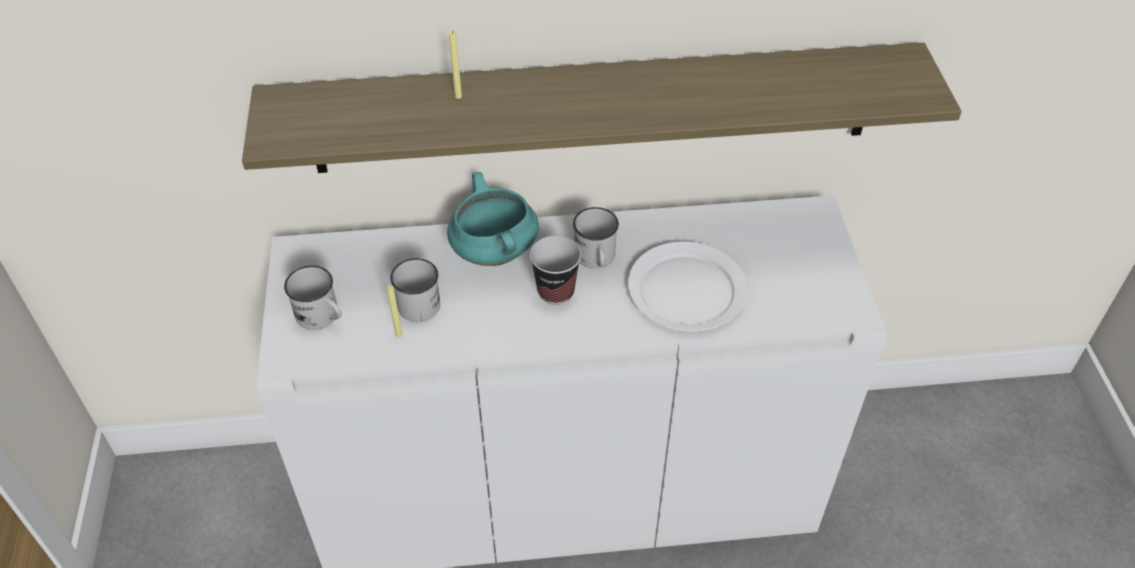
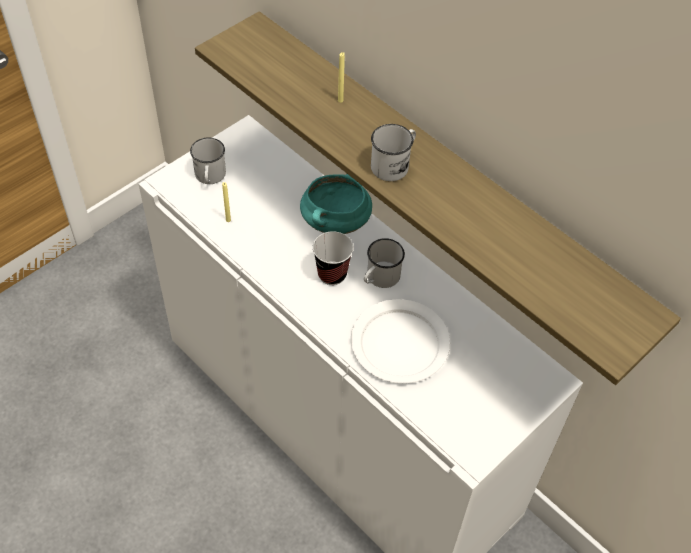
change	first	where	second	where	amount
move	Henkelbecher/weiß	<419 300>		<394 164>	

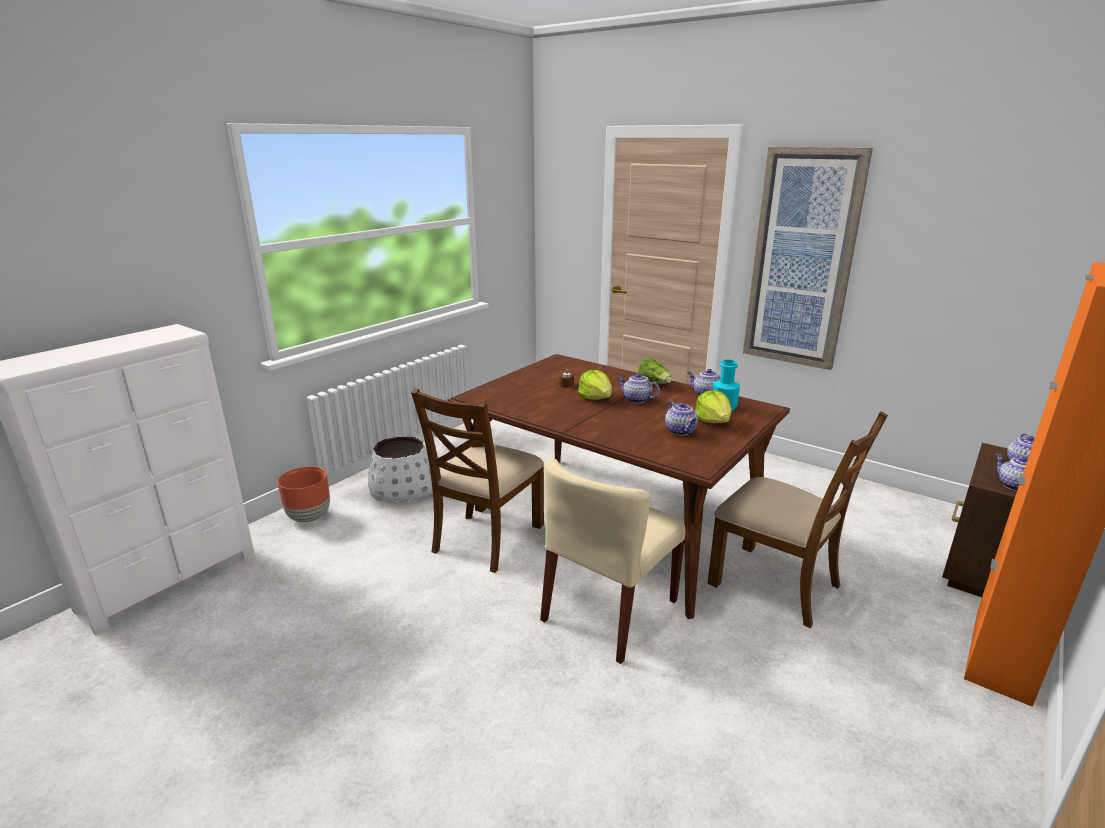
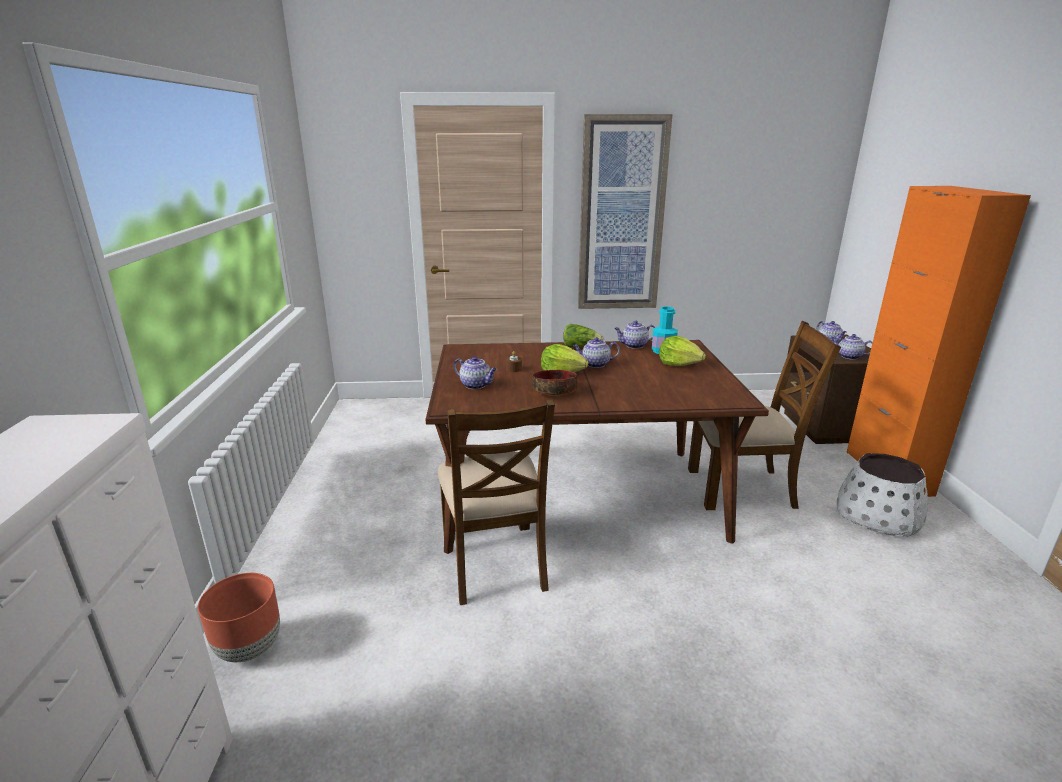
change	first	where	second	where	amount
move	Teekanne	<681 431>		<476 385>	
insert			Schüssel	<555 391>	
move	Pflanzkübel/weiß	<403 489>		<877 516>	
delete	Stuhl/beige	<610 611>			

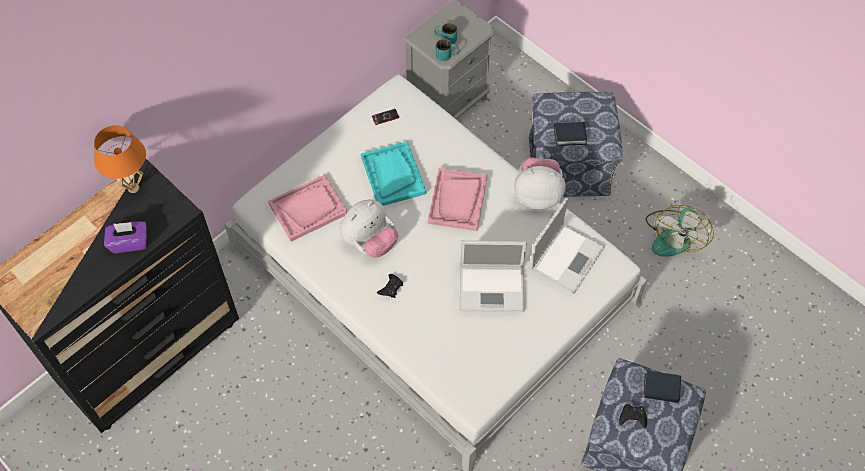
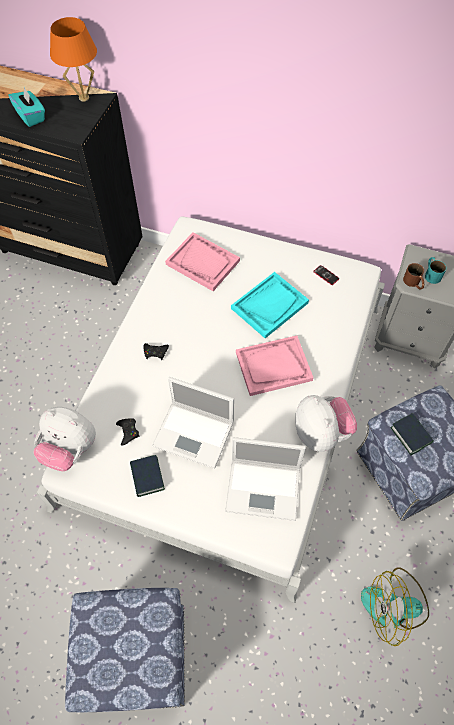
change	first	where	second	where	amount
recolor	Taschentuchbox/lila	<129 242>	Taschentuchbox/türkis	<31 116>	
move	Plüschtier	<369 242>		<70 448>	
move	Gamepad/schwarz	<633 417>		<128 432>	
move	Buch	<661 389>		<147 477>	
rotate	Laptop	<493 288>		<195 434>	45 degrees counterclockwise
recolor	Henkelbecher/türkis	<447 54>	Henkelbecher/braun	<413 283>	

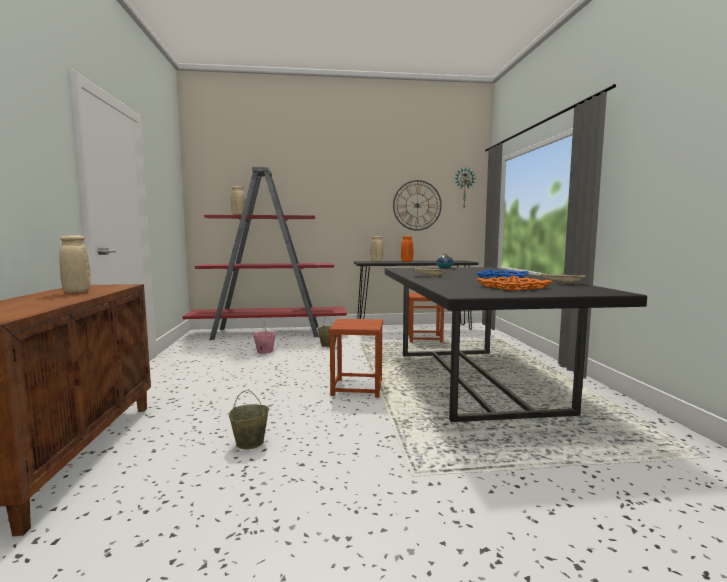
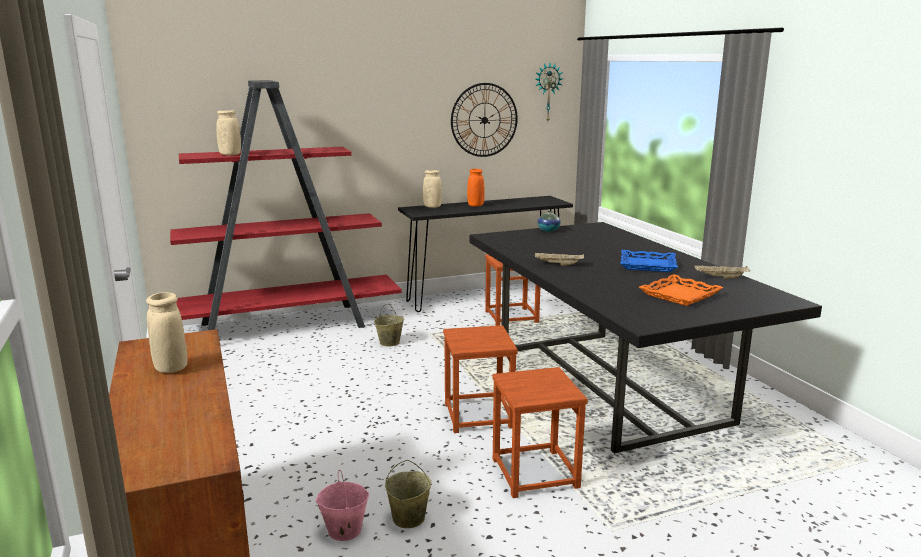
change	first	where	second	where	amount
move	Eimer/rosa	<264 351>		<344 530>	
insert			Hocker/braun	<534 473>	

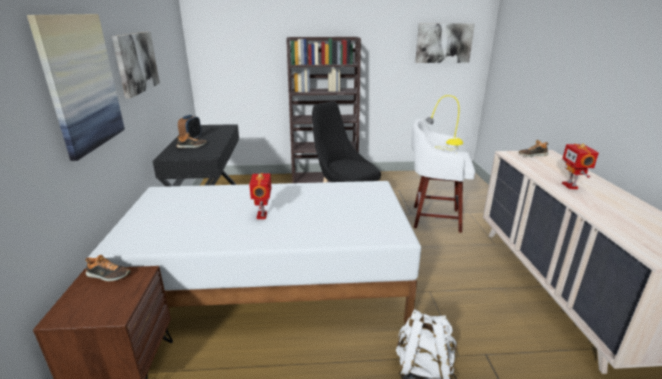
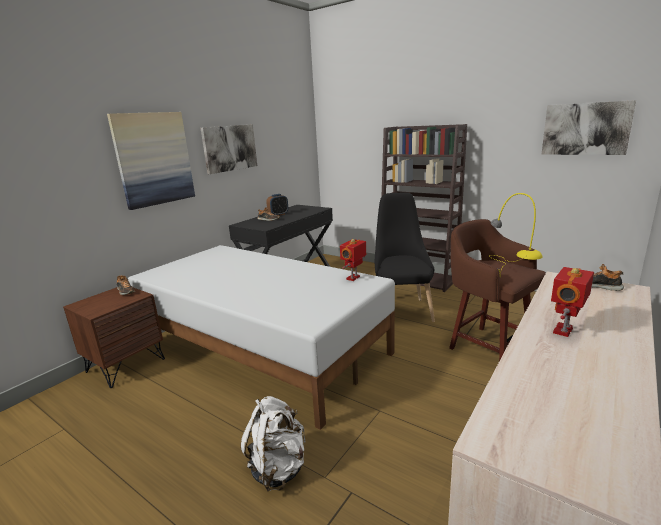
change	first	where	second	where	amount
move	Spielzeugroboter	<263 215>		<354 278>	
recolor	Hocker/weiß	<433 218>	Hocker/braun	<487 347>	

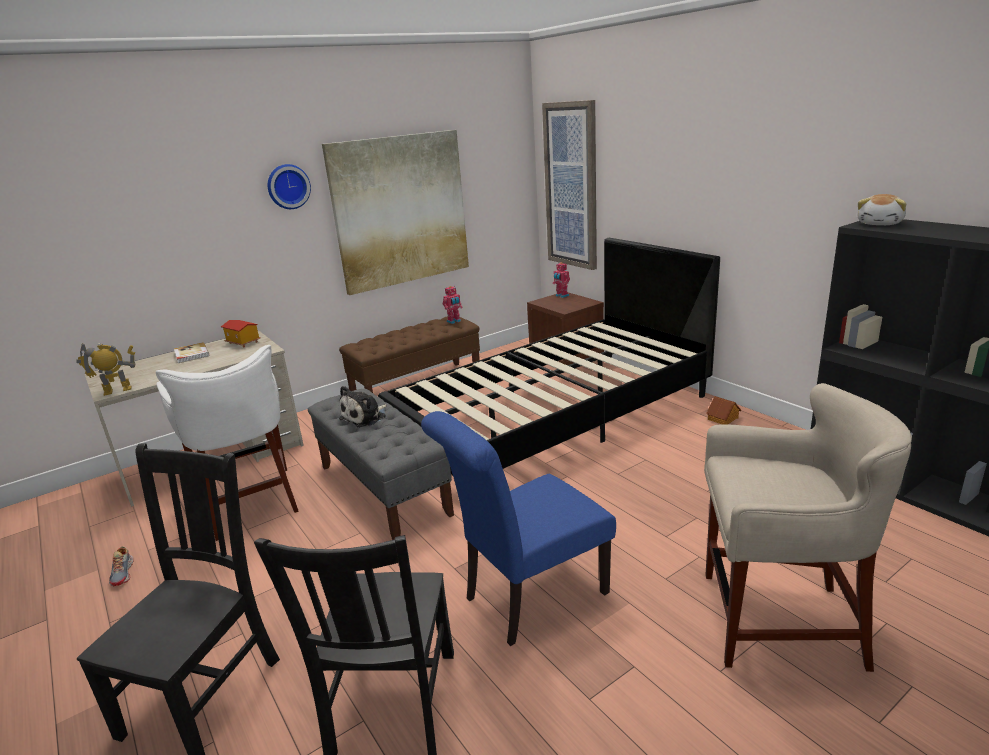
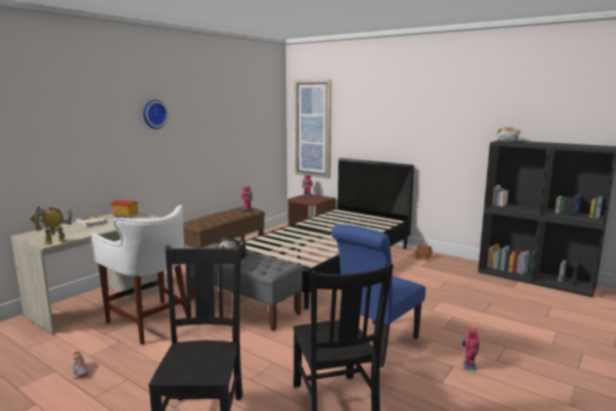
change	first	where	second	where	amount
insert			Spielzeugroboter	<468 365>	
delete	Bild	<400 211>			
delete	Hocker/beige	<778 621>			

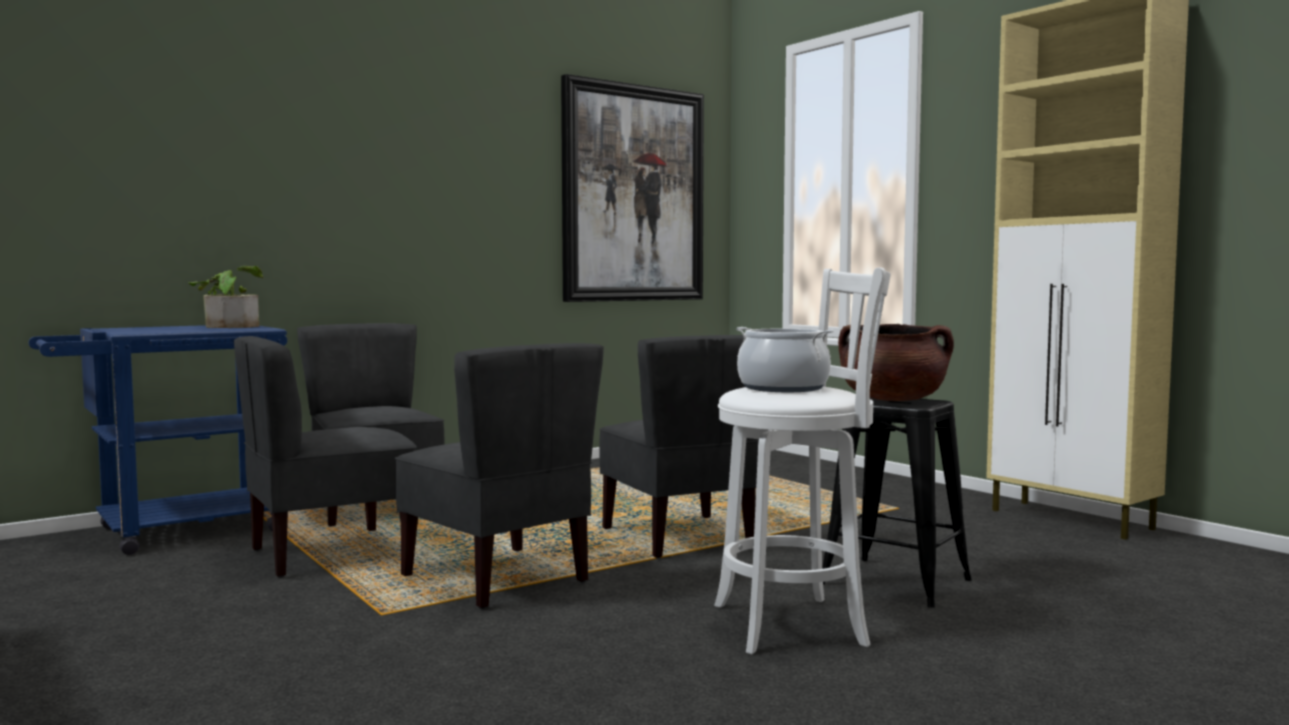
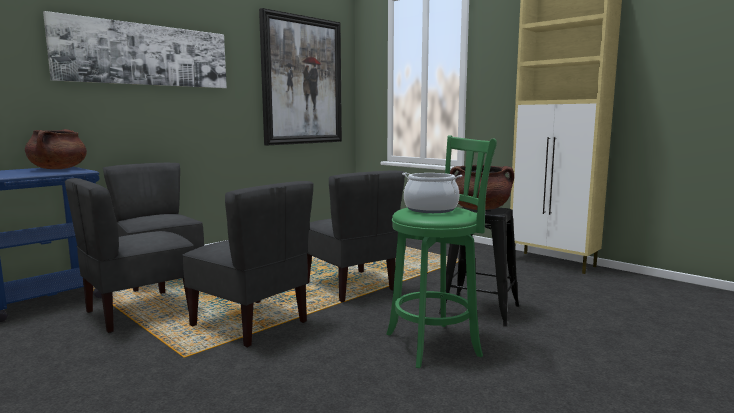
change	first	where	second	where	amount
replace	Topfpflanze	<230 326>	Kochtopf/braun	<58 169>	
insert			Bild	<145 55>	
recolor	Hocker/weiß	<797 624>	Hocker/grün	<437 344>	

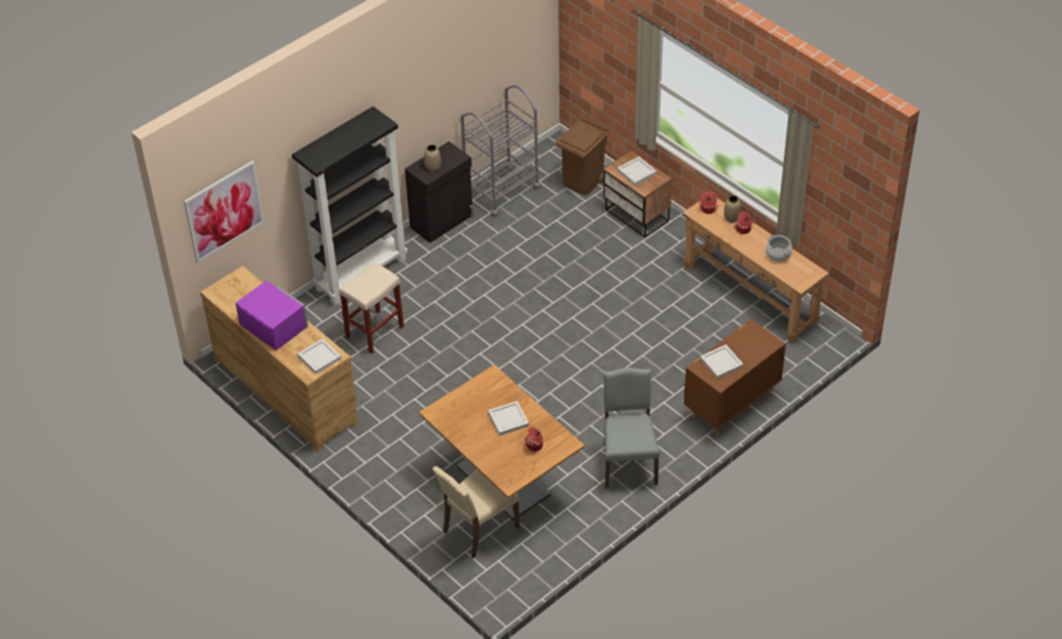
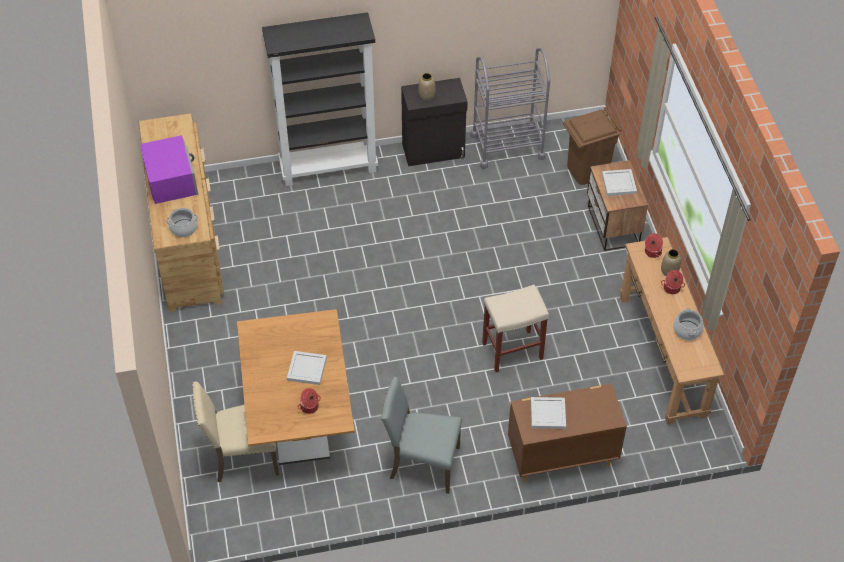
change	first	where	second	where	amount
replace	Tablett/weiß	<319 358>	Kochtopf	<183 228>	
rotate	Stuhl/grau	<628 462>		<422 464>	105 degrees counterclockwise
move	Hocker/beige	<374 332>		<511 351>	
delete	Bild	<224 211>			

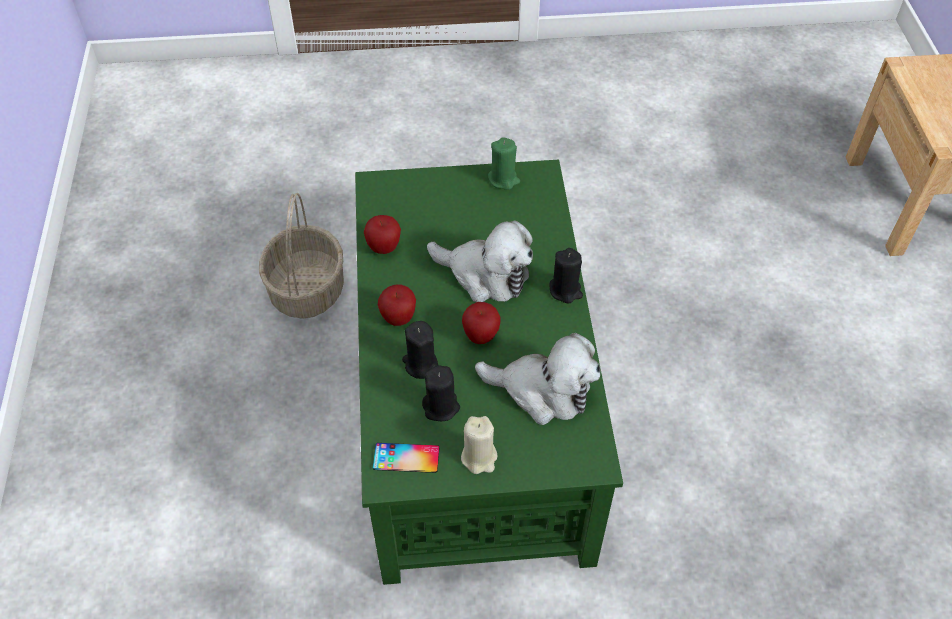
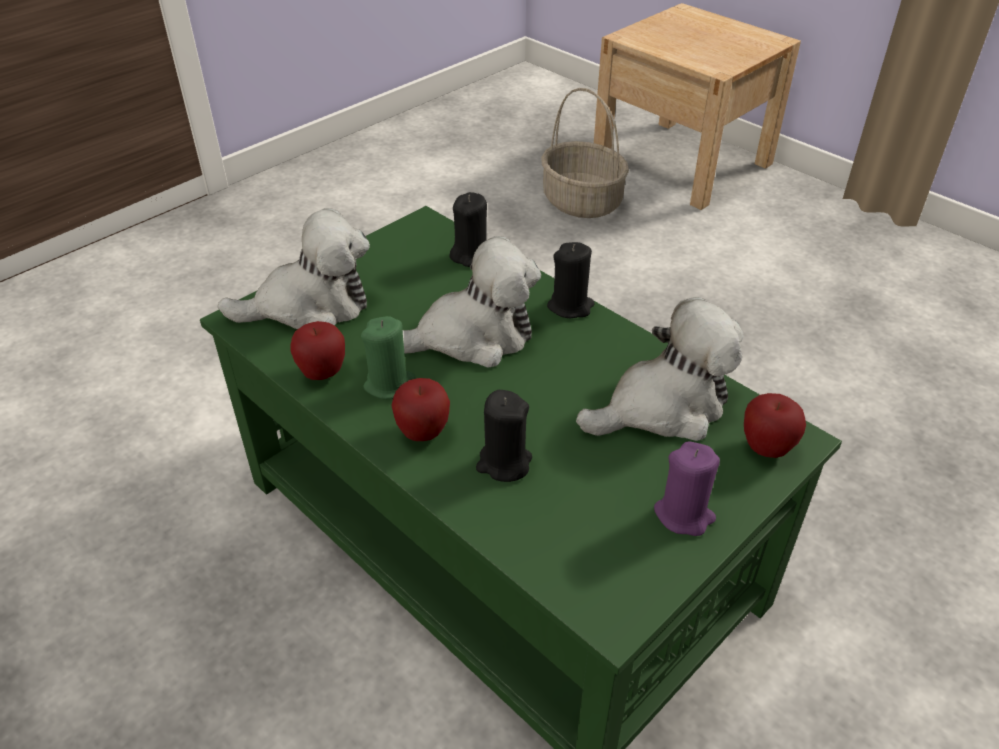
change	first	where	second	where	amount
insert			Plüschtier	<310 307>	
move	Kerze/grün	<503 179>		<389 384>	
move	Kerze/schwarz	<441 407>		<470 255>	
move	Korb	<306 289>		<580 202>	
recolor	Kerze/beige	<479 457>	Kerze/lila	<684 515>	
move	Apfel	<481 336>		<766 448>	
delete	Handy	<406 458>			

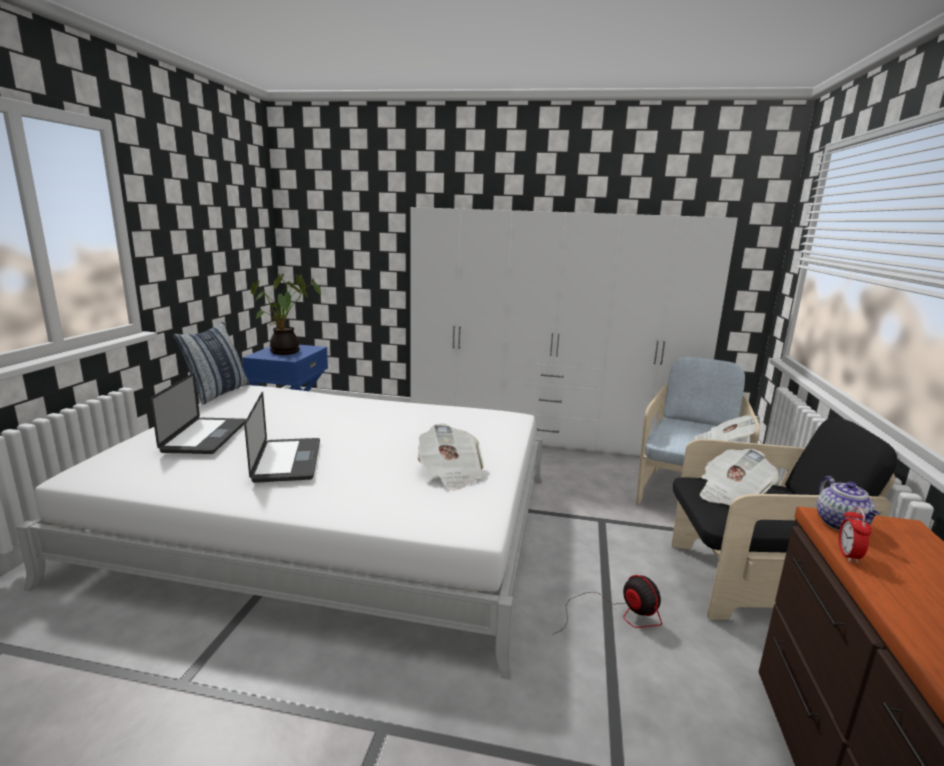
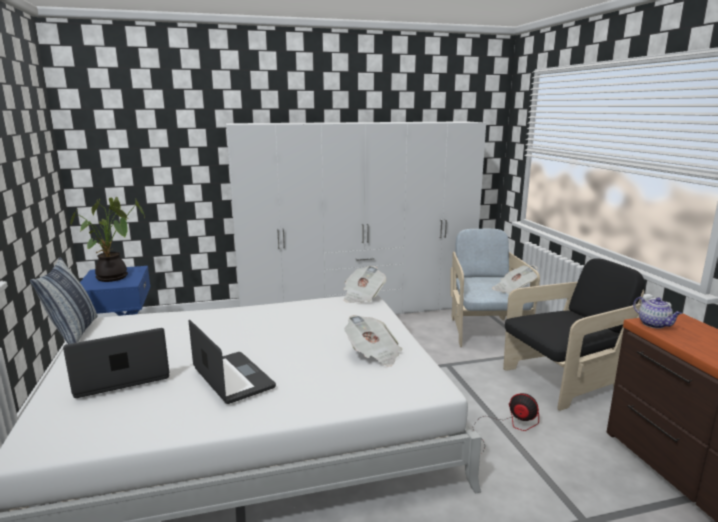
change	first	where	second	where	amount
rotate	Laptop	<205 437>		<122 377>	90 degrees counterclockwise
move	Zeitung	<731 494>		<362 296>	
delete	Wecker	<848 555>			

